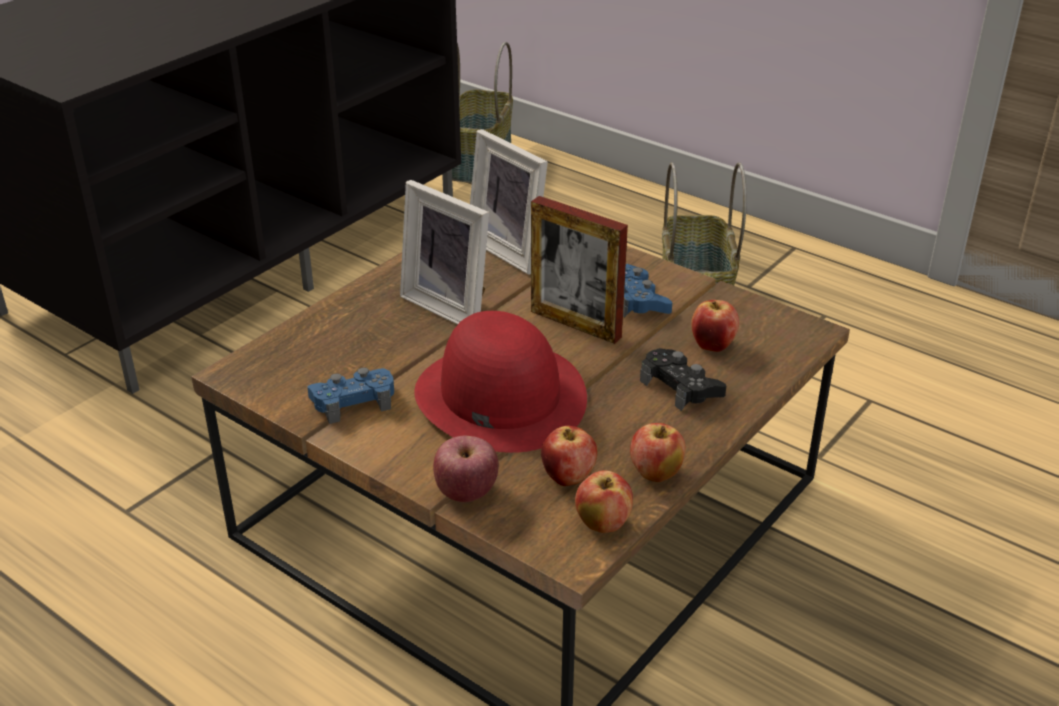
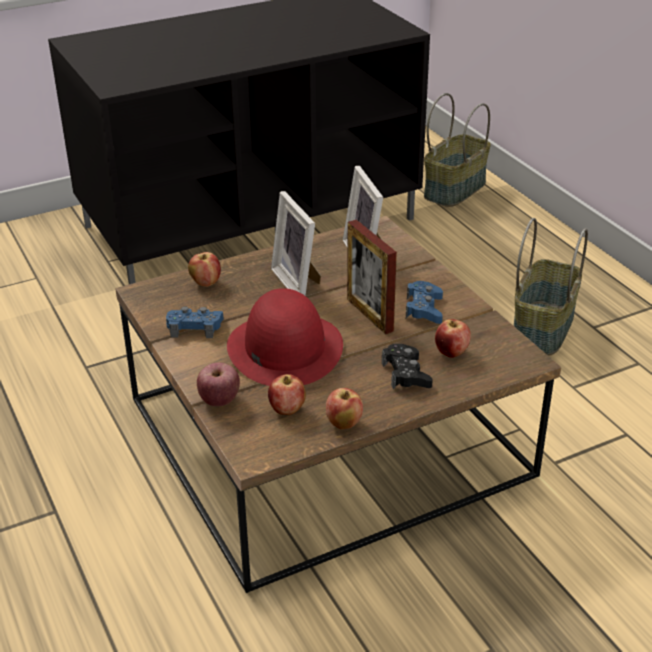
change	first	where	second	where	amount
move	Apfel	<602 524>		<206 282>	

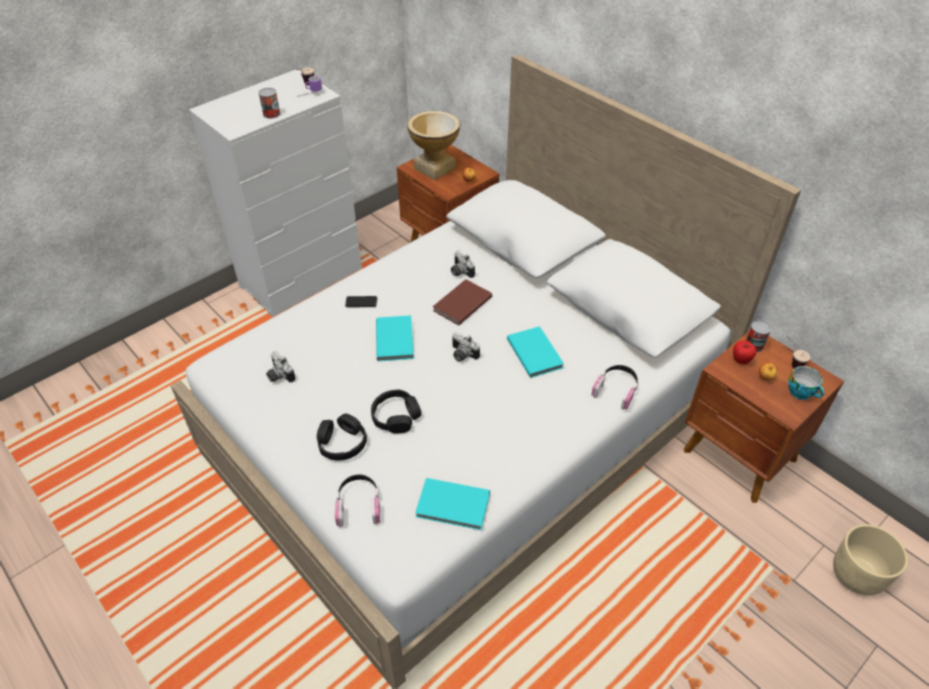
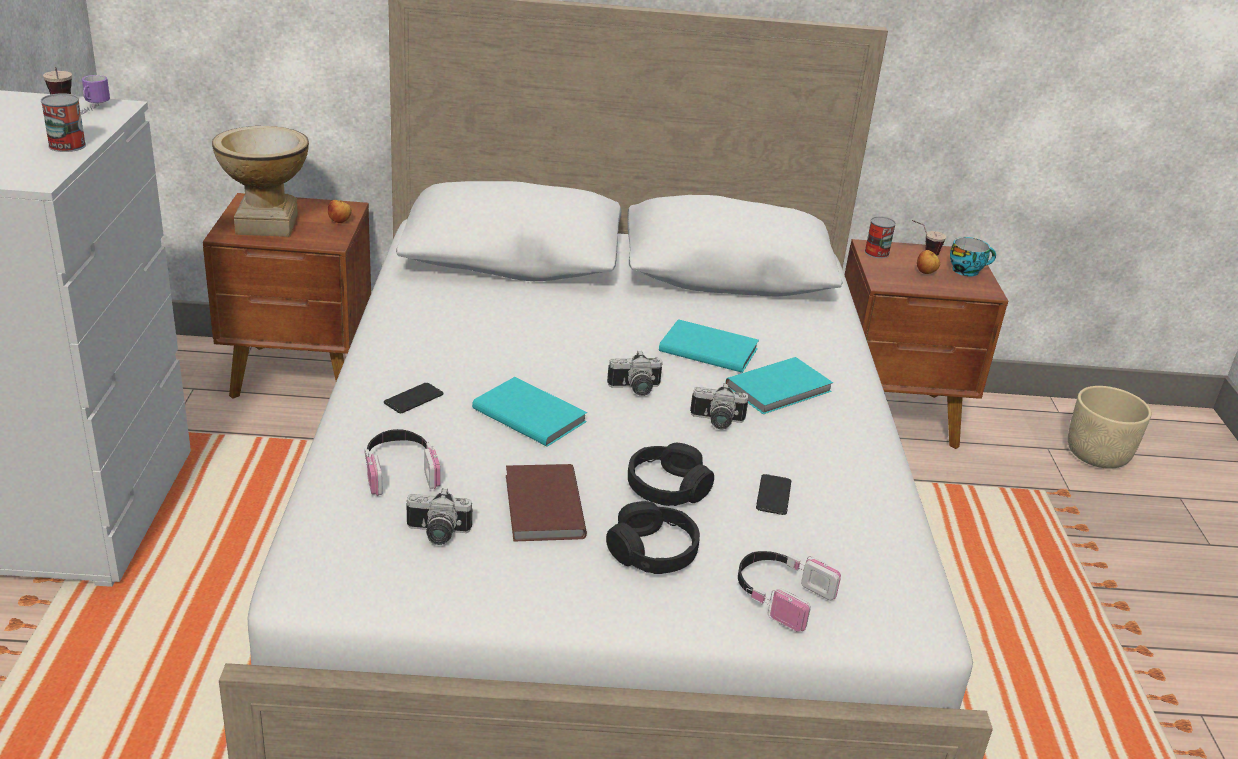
change	first	where	second	where	amount
move	Kopfhörer	<616 389>		<400 470>	
move	Buch/braun	<461 304>		<541 507>	
move	Kamera	<460 272>		<716 422>	
move	Buch/türkis	<453 506>		<781 389>	
insert			Handy	<773 495>	
delete	Apfel	<740 360>			

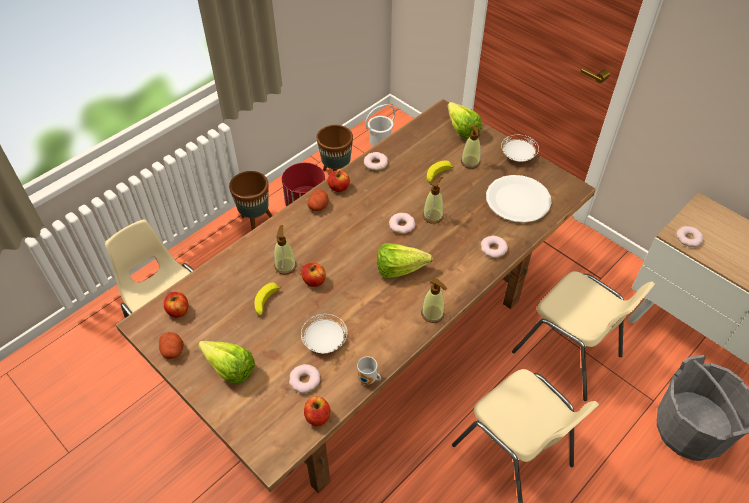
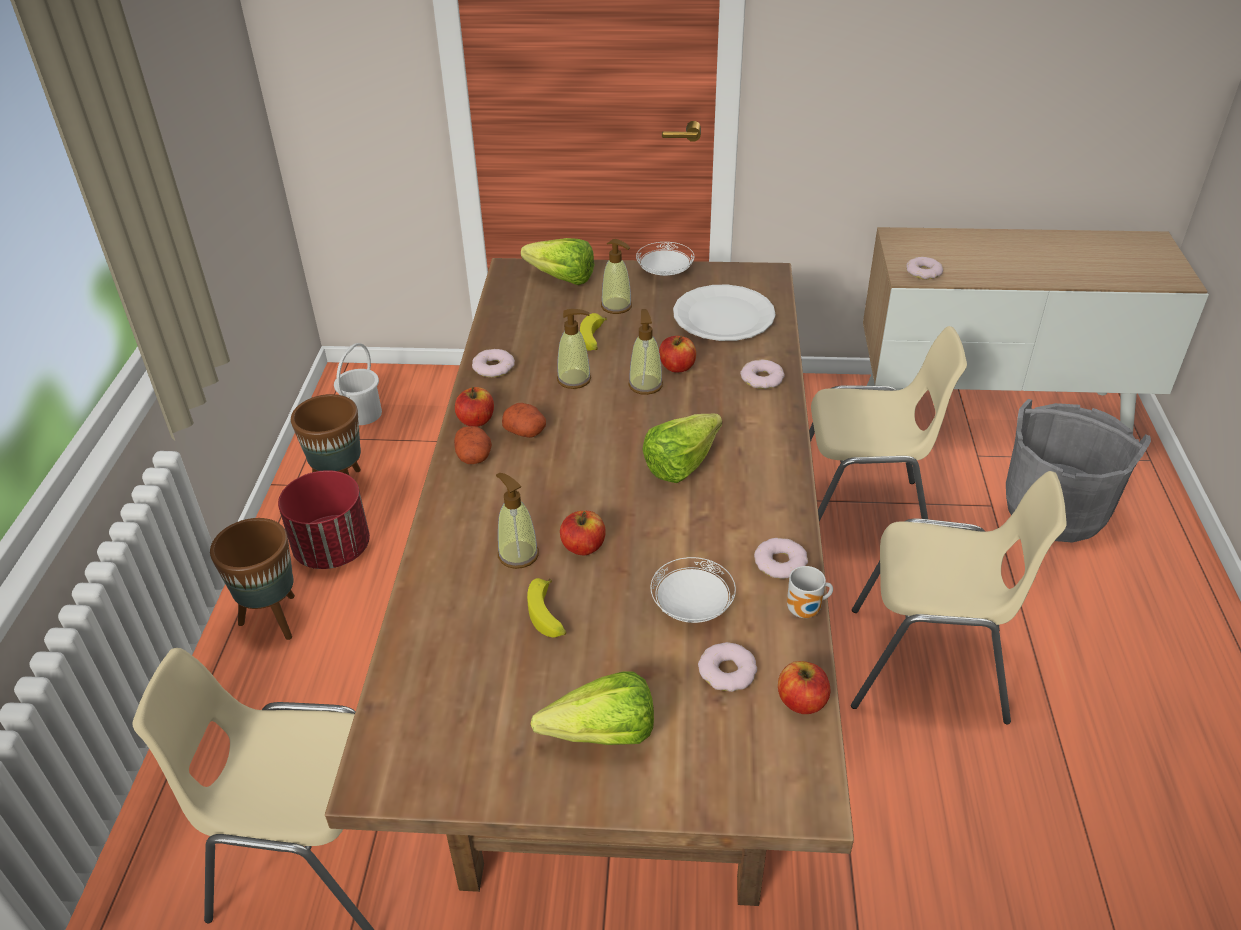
change	first	where	second	where	amount
move	Kartoffel	<173 350>		<526 431>	
move	Seifenspender	<432 314>		<574 379>	
move	Apfel	<178 311>		<677 367>	
move	Donut	<402 225>		<780 562>	

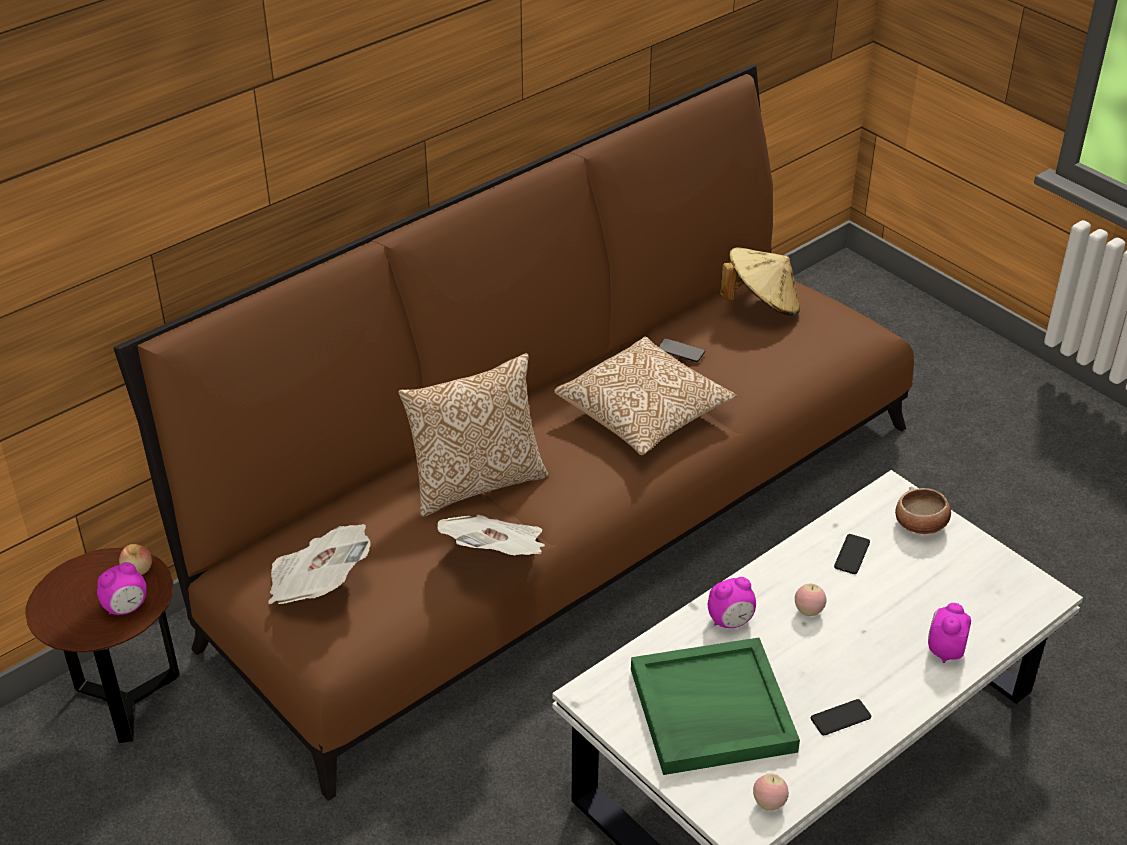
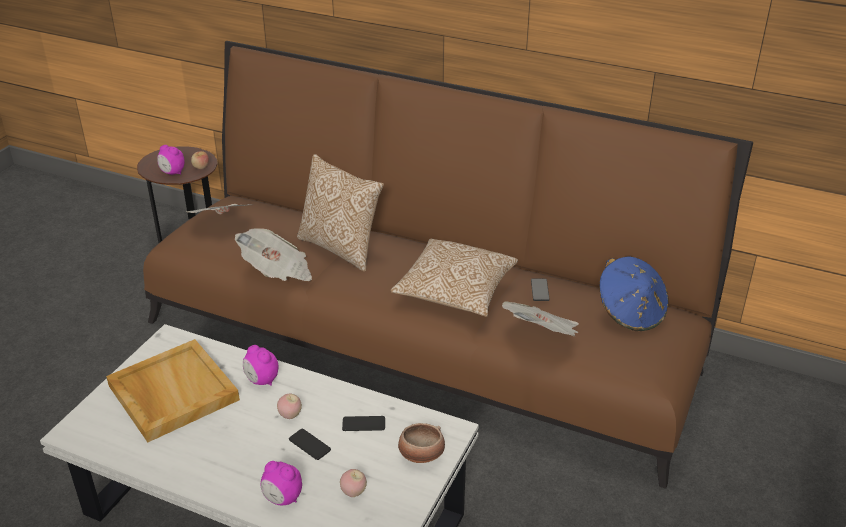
change	first	where	second	where	amount
recolor	Tablett/grün	<711 711>	Tablett/beige	<172 393>	
rotate	Wecker	<944 650>		<282 498>	150 degrees counterclockwise
move	Handy	<840 718>		<309 444>	
move	Apfel	<769 803>		<353 492>	
insert			Zeitung	<542 335>	
recolor	Hut/beige	<761 305>	Hut/blau	<630 312>	

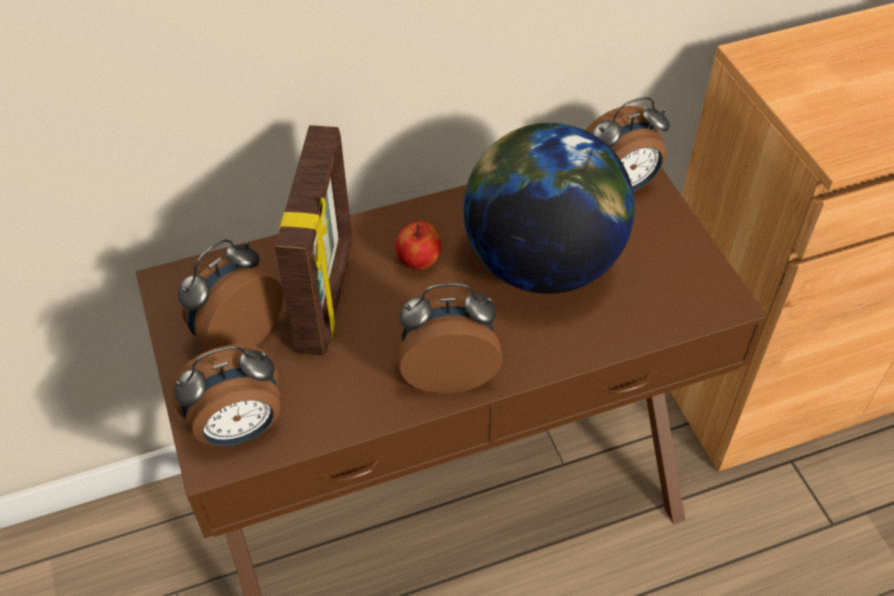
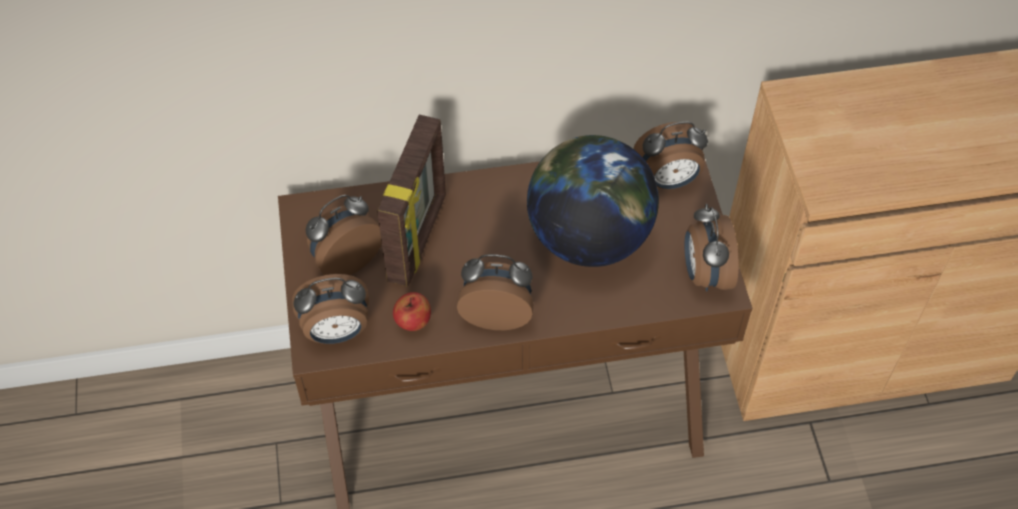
change	first	where	second	where	amount
move	Apfel	<419 261>		<413 322>	
insert			Wecker	<705 274>	

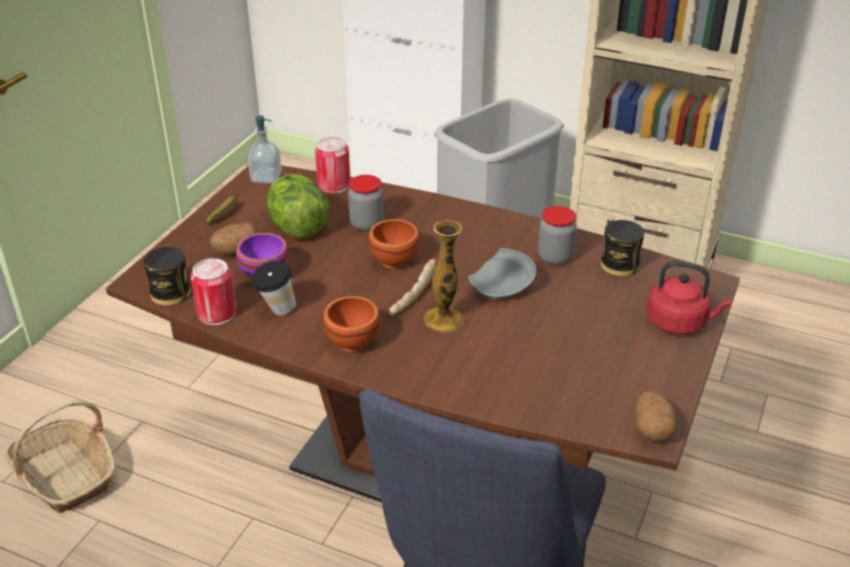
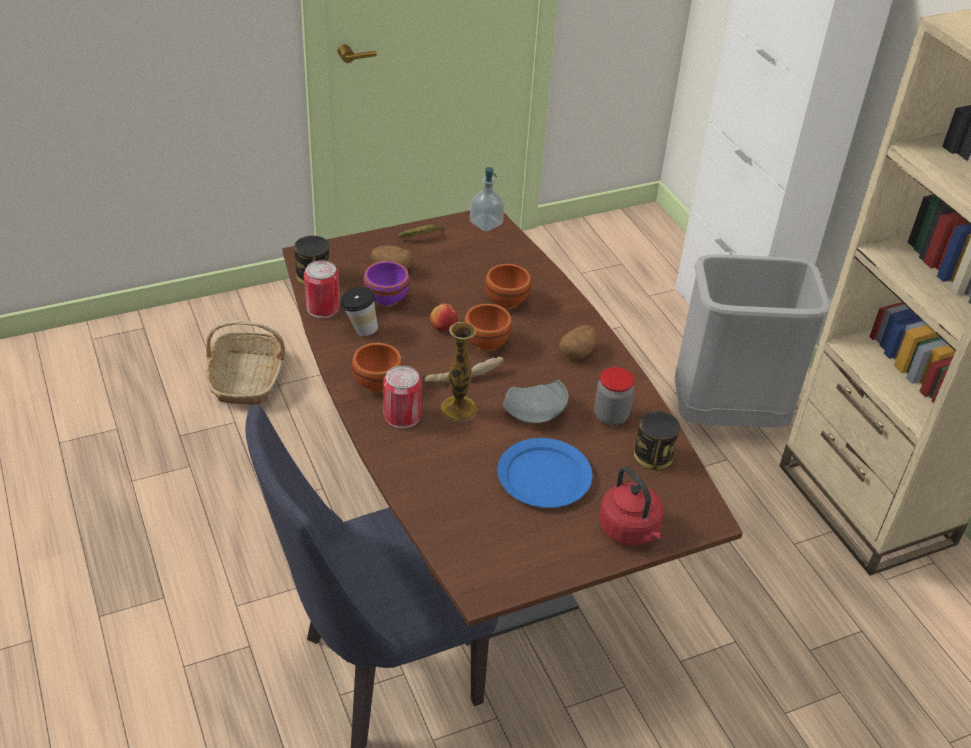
change	first	where	second	where	amount
move	Dose	<334 185>		<402 416>	
insert			Apfel	<443 326>	
replace	Vorratsglas	<366 224>	Schüssel/braun	<507 303>	
insert			Teller/blau	<544 477>	
move	Kartoffel	<652 429>		<577 352>	
delete	Salatkopf	<298 228>			

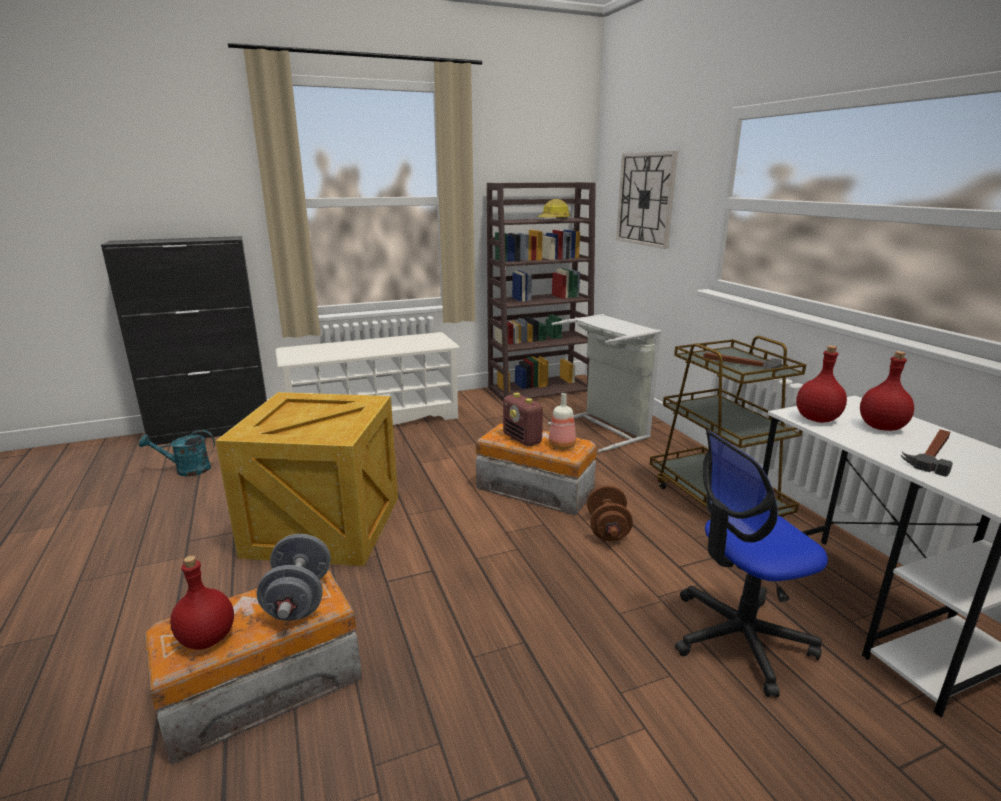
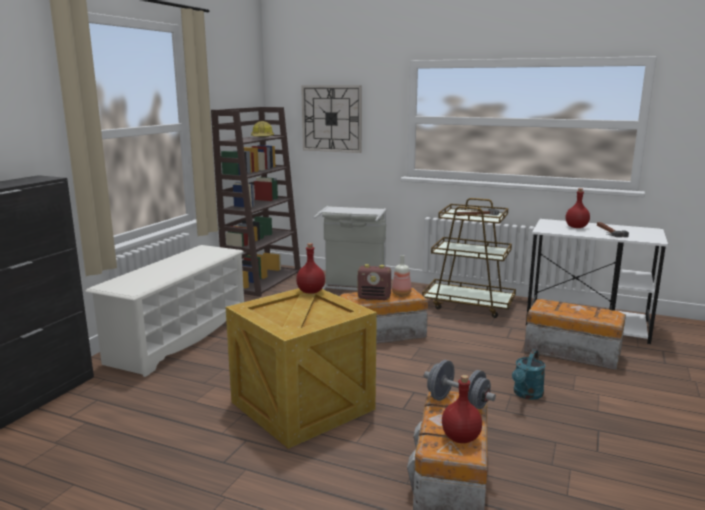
change	first	where	second	where	amount
move	Flasche/rot	<816 419>		<310 292>	
move	Gießkanne/türkis	<186 470>		<526 394>	
replace	Bürostuhl	<739 638>	Aufbewahrungsbox	<570 351>	
delete	Hantel/braun	<607 529>			

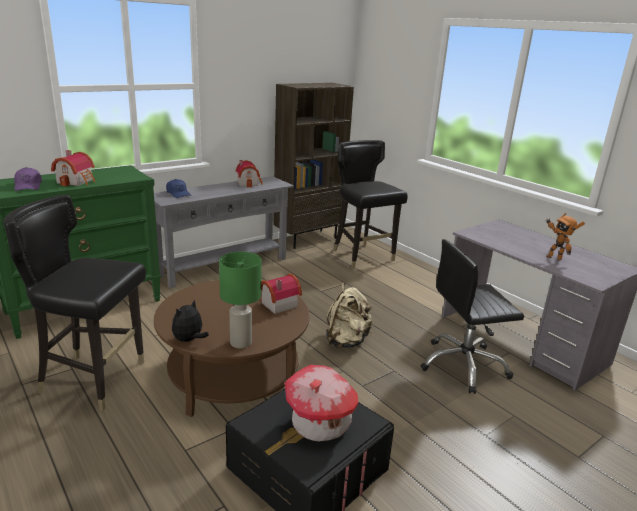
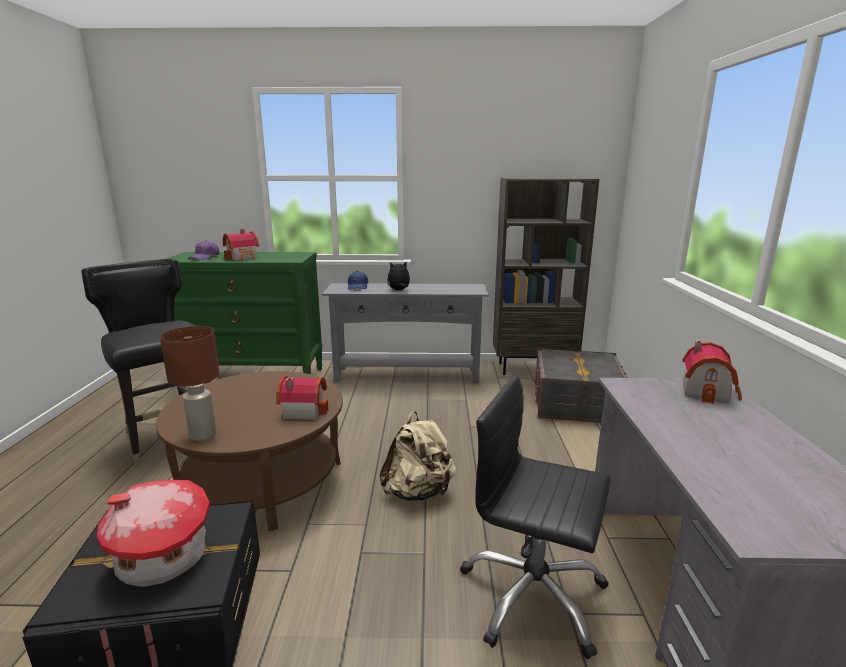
change	first	where	second	where	amount
recolor	Tischlampe/grün	<240 343>	Tischlampe/braun	<202 435>	
move	Plüschtier	<189 340>		<399 290>	
replace	Stuhl/schwarz	<362 256>	Aufbewahrungsbox/grau	<576 403>	
move	Spielzeughaus	<249 183>		<708 390>	
delete	Spielzeugroboter	<554 258>			

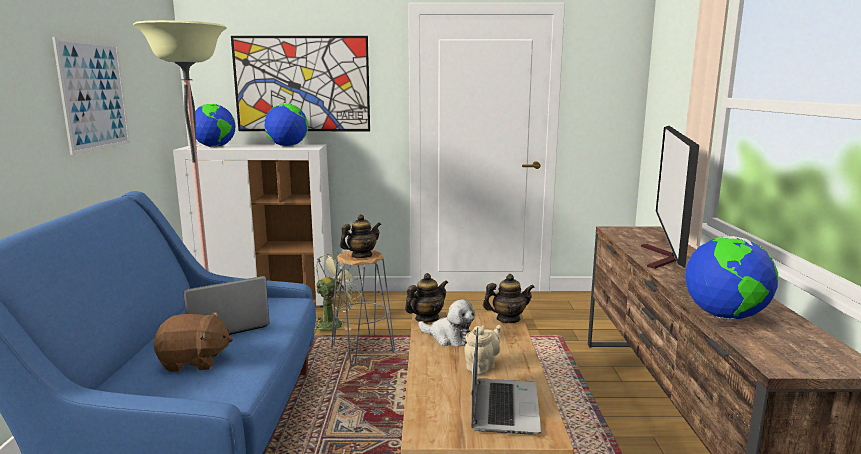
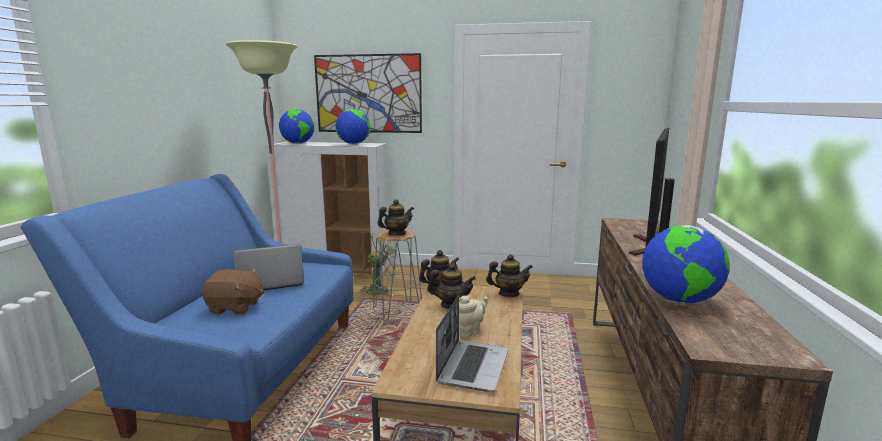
change	first	where	second	where	amount
replace	Plüschtier	<449 337>	Teekanne	<451 305>	
delete	Bild	<94 95>			

